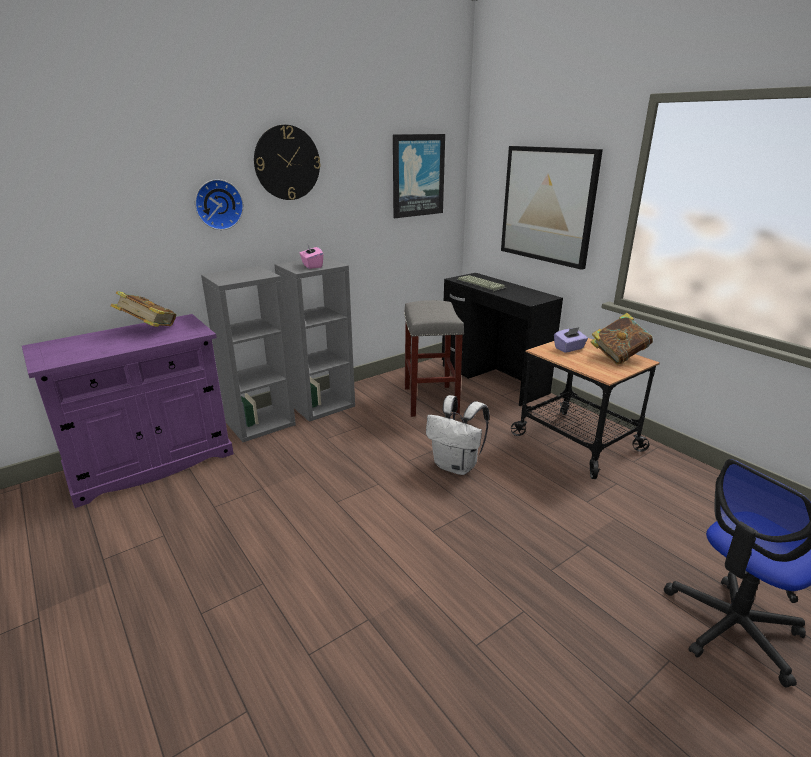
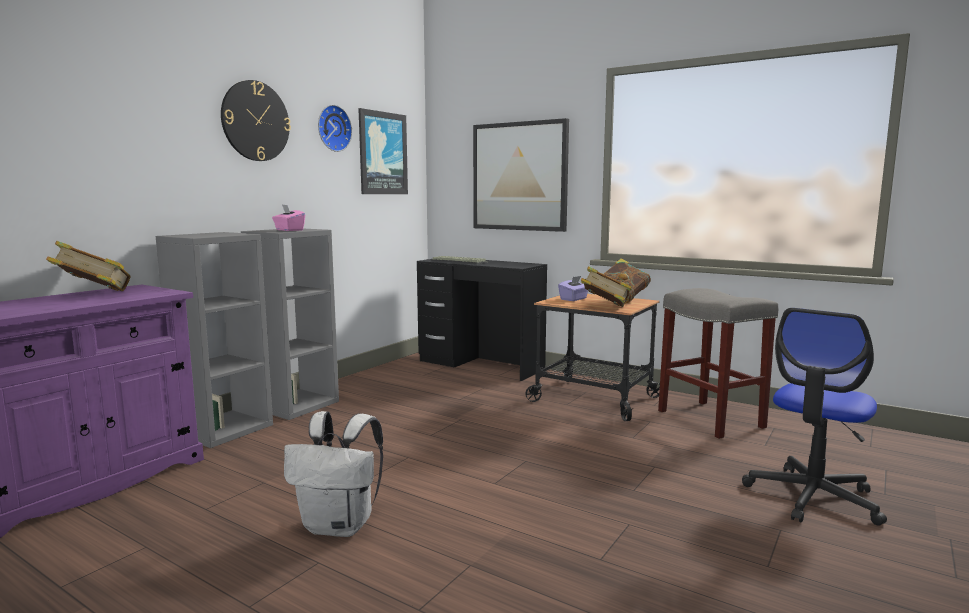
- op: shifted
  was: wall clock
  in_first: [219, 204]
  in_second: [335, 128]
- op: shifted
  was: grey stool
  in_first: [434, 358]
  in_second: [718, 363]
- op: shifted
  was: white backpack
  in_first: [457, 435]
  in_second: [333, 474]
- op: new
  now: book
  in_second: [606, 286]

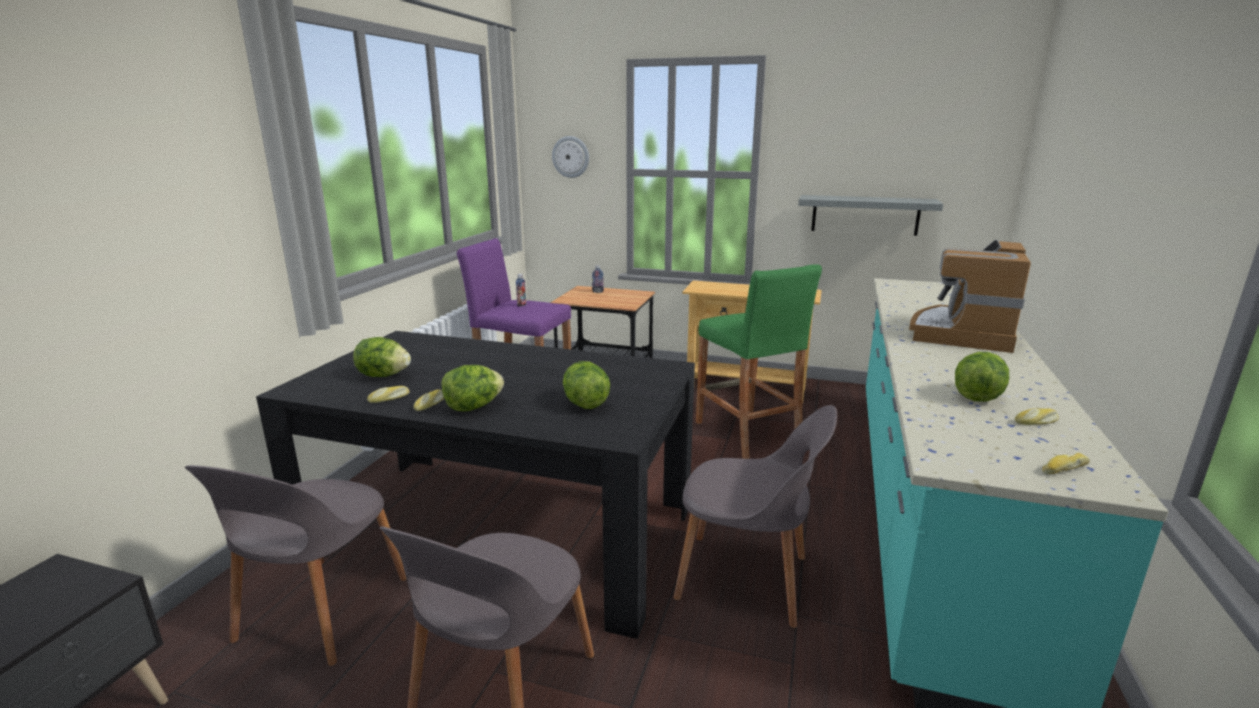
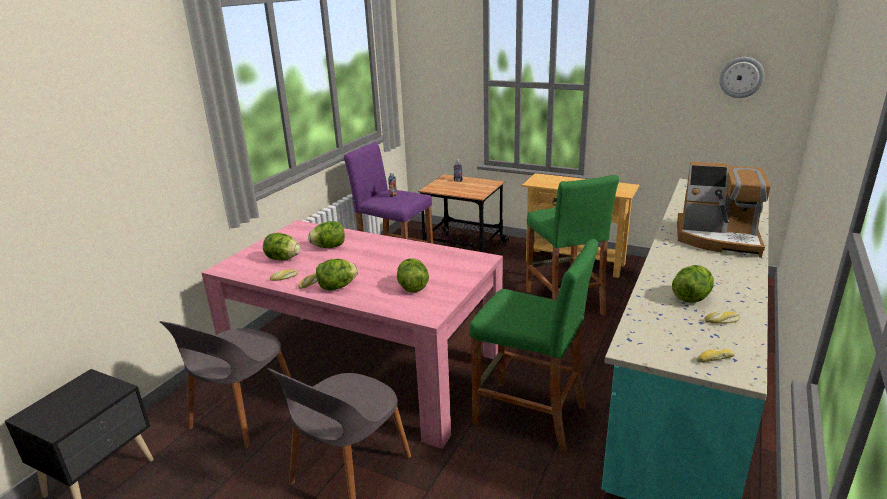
- op: shifted
  was: wall clock
  in_first: [570, 157]
  in_second: [741, 77]
- op: gone
  was: grey shelf
  in_first: [870, 215]
- op: rotated
  was: coffee machine
  in_first: [970, 296]
  in_second: [723, 209]
  clockwise: -105
- op: repainted
  was: black dining table
  now: pink dining table
  in_first: [475, 485]
  in_second: [352, 334]
- op: swapped
  was: grey chair
  now: green stool
  in_first: [755, 516]
  in_second: [533, 345]
- op: new
  now: lettuce
  in_second: [326, 234]

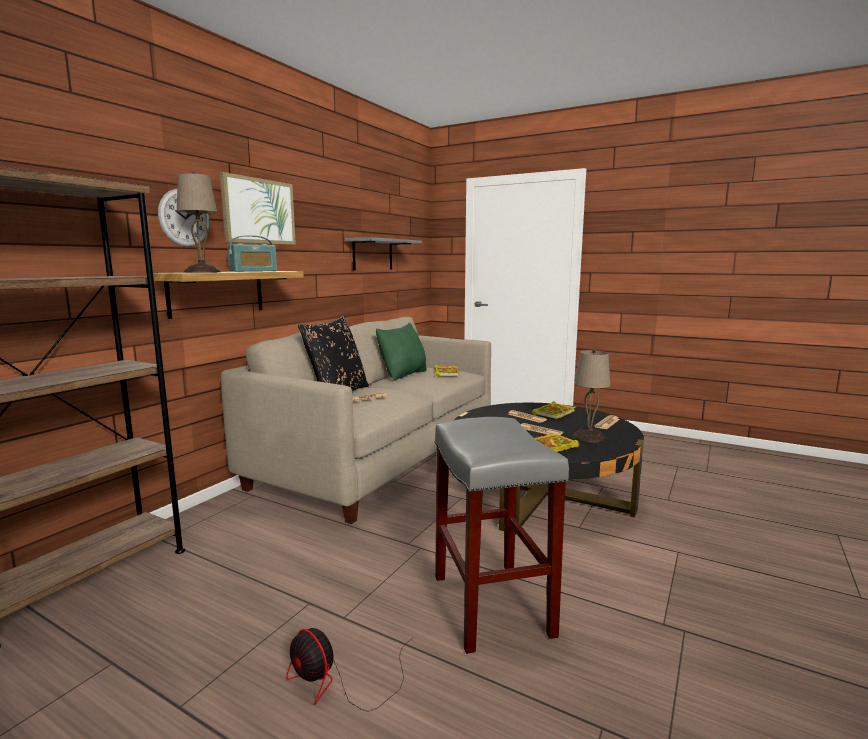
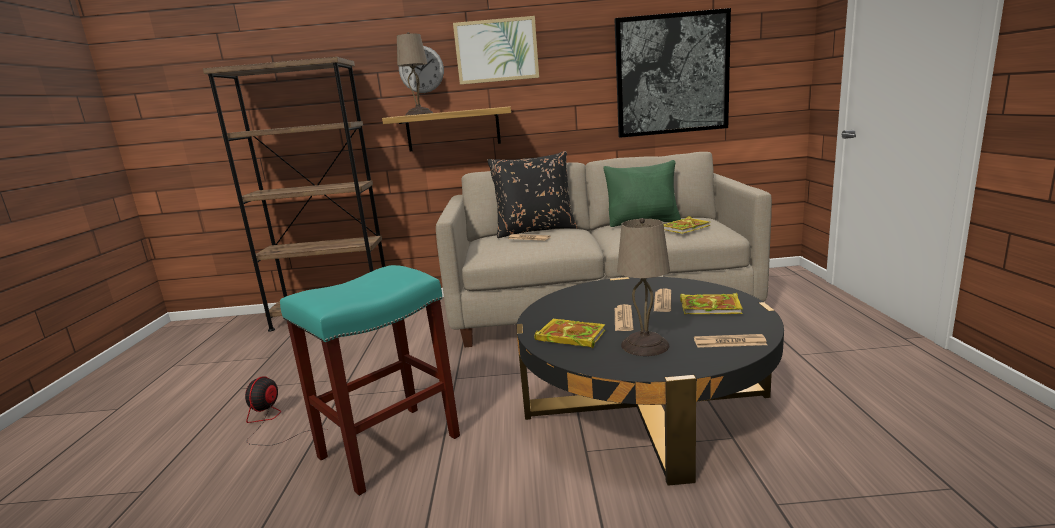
- op: gone
  was: radio
  in_first: [252, 253]
- op: swapped
  was: grey shelf
  now: picture
  in_first: [383, 253]
  in_second: [672, 73]
- op: repainted
  was: grey stool
  now: turquoise stool
  in_first: [502, 535]
  in_second: [370, 380]

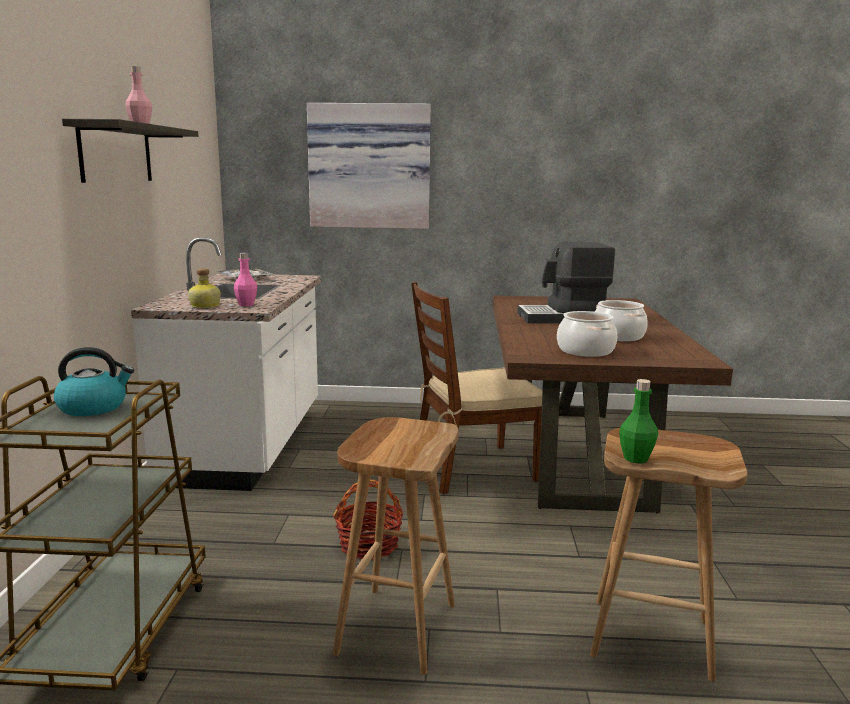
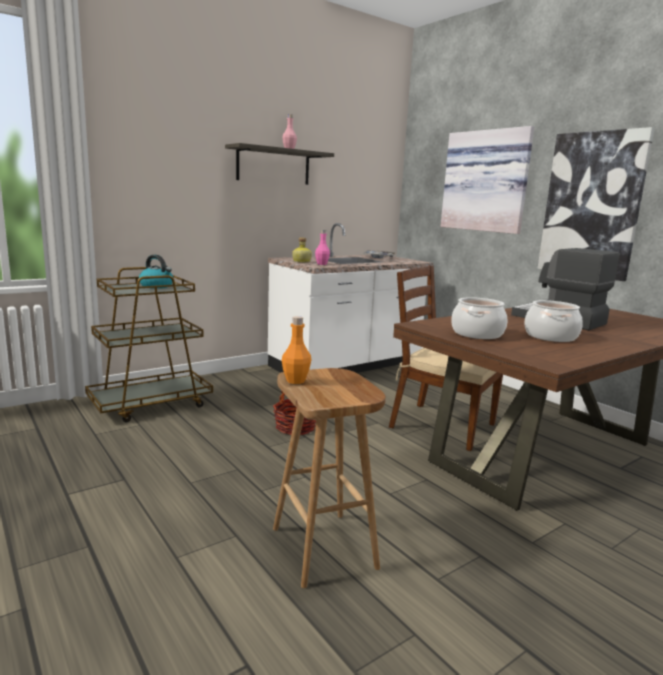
- op: repainted
  was: green bottle
  now: orange bottle
  in_first: [638, 421]
  in_second: [296, 350]
- op: gone
  was: brown stool
  in_first: [396, 546]
- op: new
  now: picture
  in_second: [596, 204]

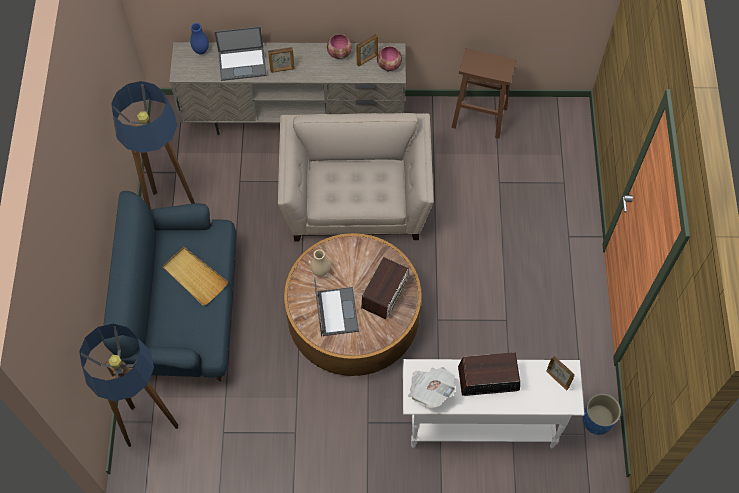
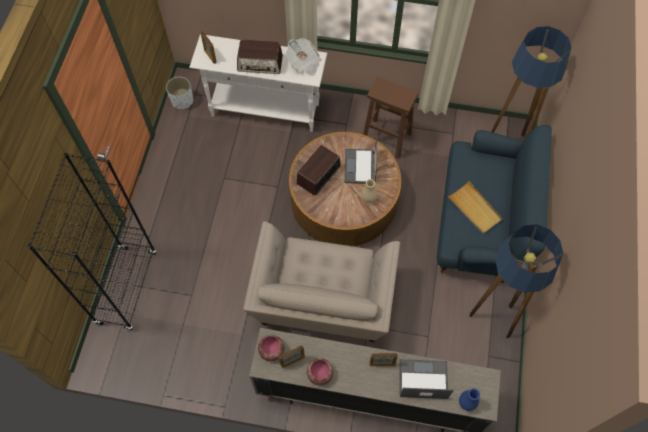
- op: shifted
  was: brown stool
  in_first: [483, 93]
  in_second: [391, 118]
- op: repainted
  was: blue planter
  now: white planter
  in_first: [602, 414]
  in_second: [179, 93]
- op: new
  now: black bookcase
  in_second: [92, 242]

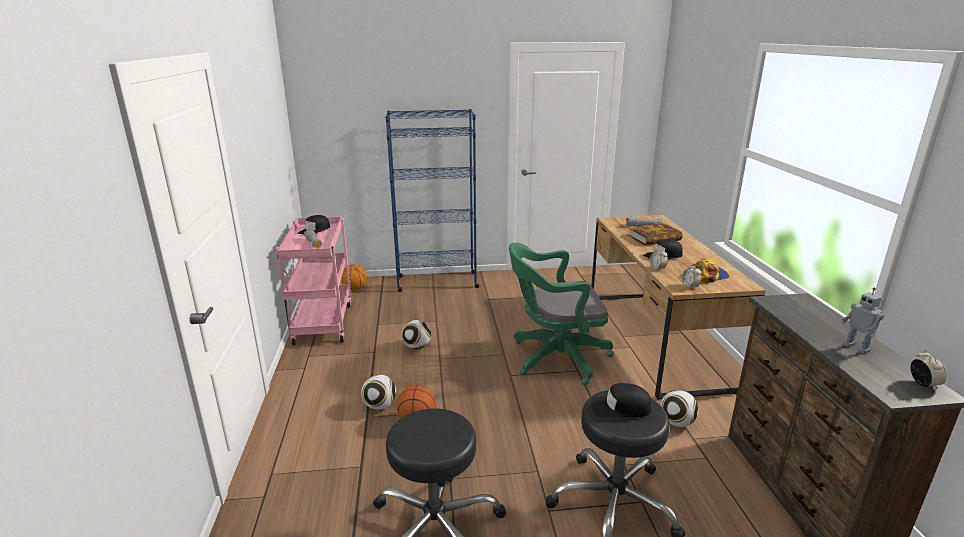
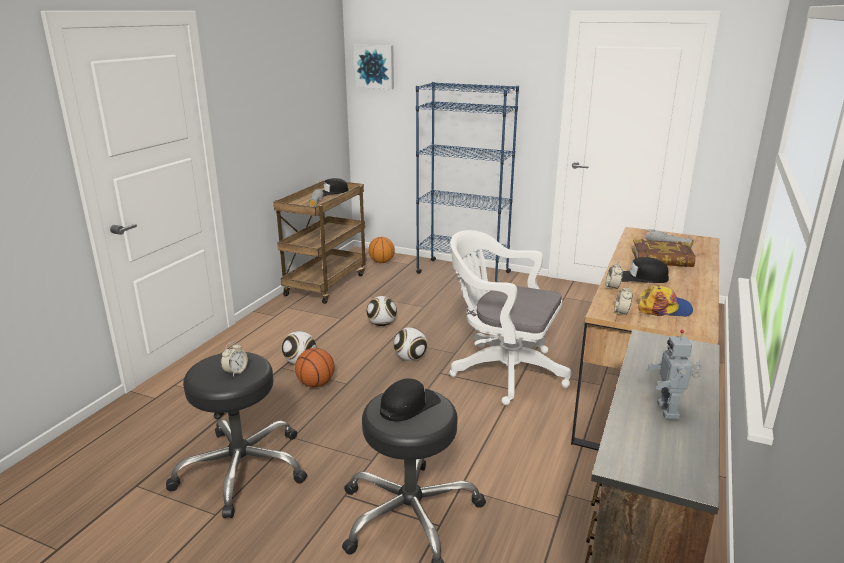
- op: repainted
  was: pink cart
  now: brown cart
  in_first: [313, 280]
  in_second: [319, 242]
- op: repainted
  was: green office chair
  now: white office chair
  in_first: [561, 314]
  in_second: [510, 317]
- op: shifted
  was: alarm clock
  in_first: [929, 370]
  in_second: [234, 359]
- op: rotated
  was: black cap
  in_first: [621, 400]
  in_second: [410, 400]
  clockwise: 105
- op: shifted
  was: football
  in_first: [679, 408]
  in_second: [410, 344]
- op: new
  now: picture
  in_second: [374, 67]

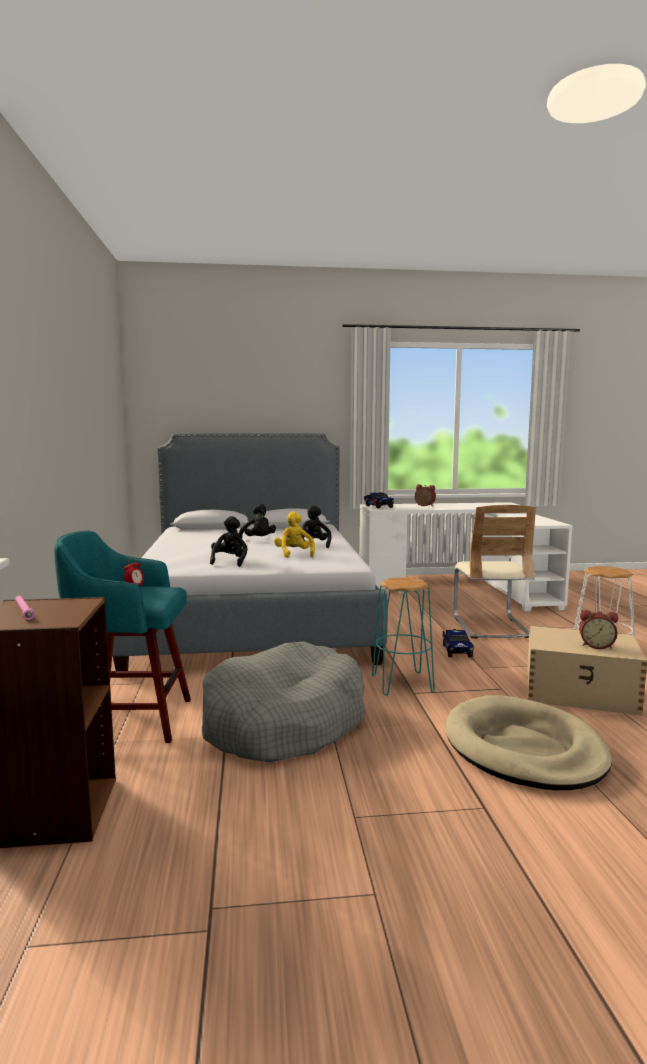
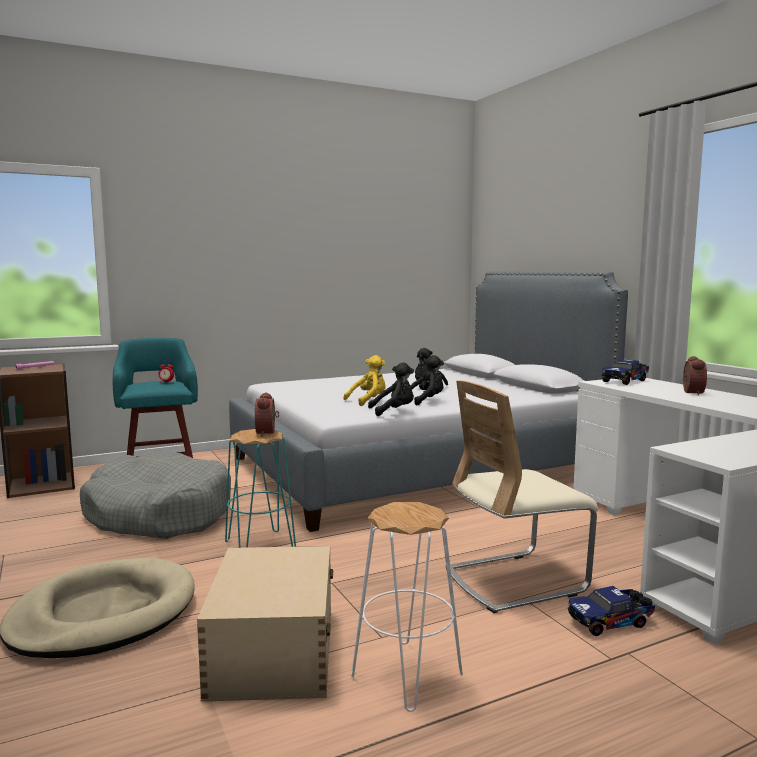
- op: shifted
  was: black plush toy
  in_first: [229, 541]
  in_second: [391, 389]
- op: shifted
  was: alarm clock
  in_first: [598, 629]
  in_second: [267, 414]
- op: shifted
  was: toy truck
  in_first: [458, 643]
  in_second: [611, 611]

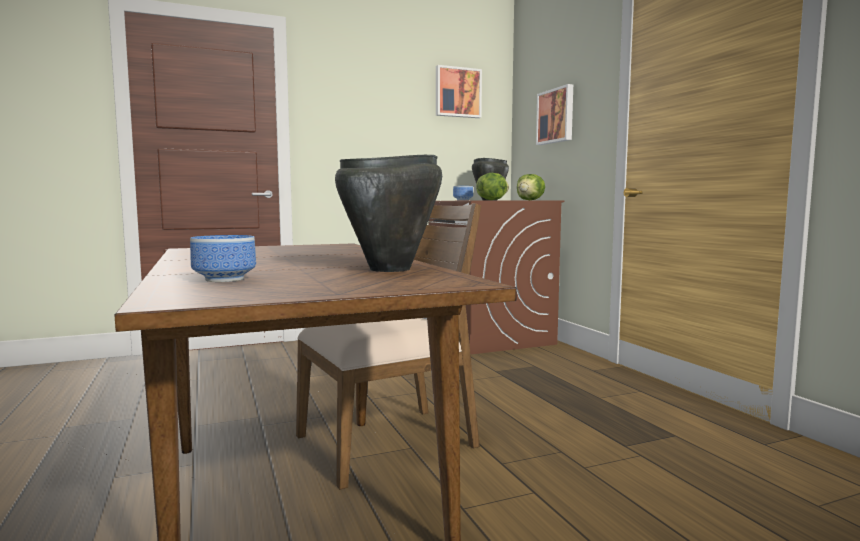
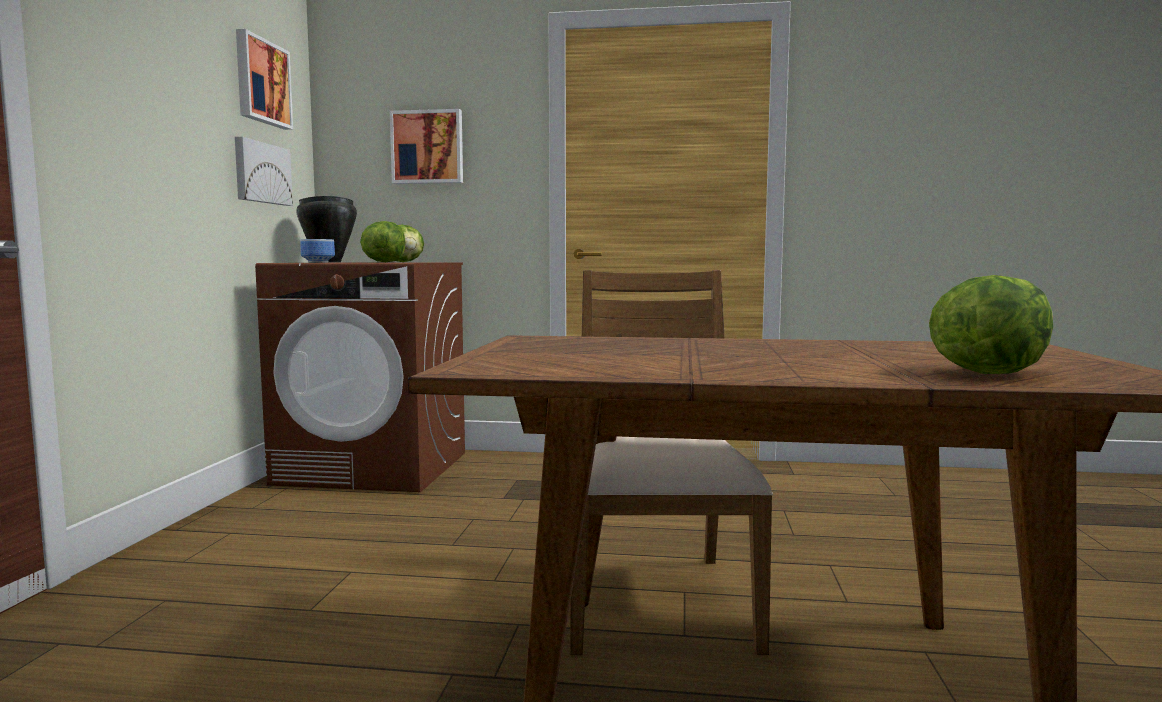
- op: gone
  was: black cooking pot
  in_first: [388, 213]
- op: swapped
  was: bowl
  now: lettuce
  in_first: [223, 258]
  in_second: [991, 324]
- op: new
  now: picture
  in_second: [264, 171]

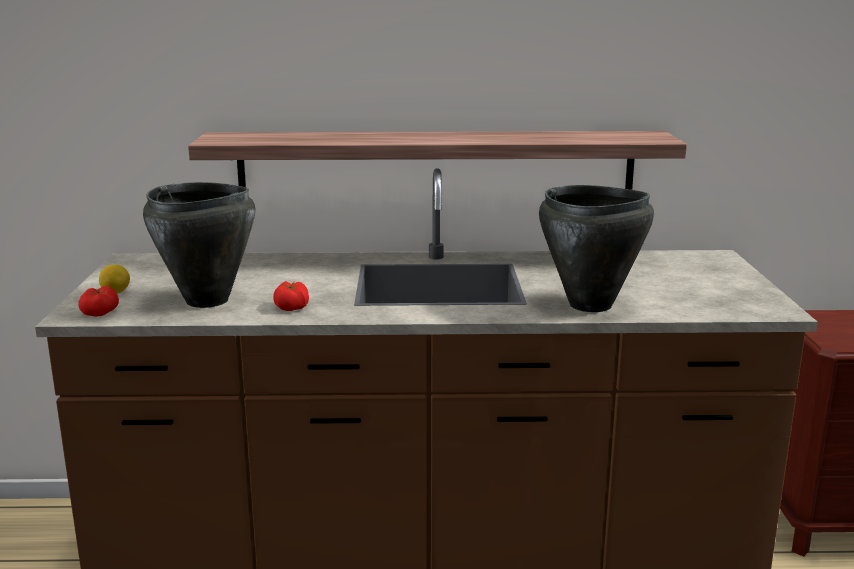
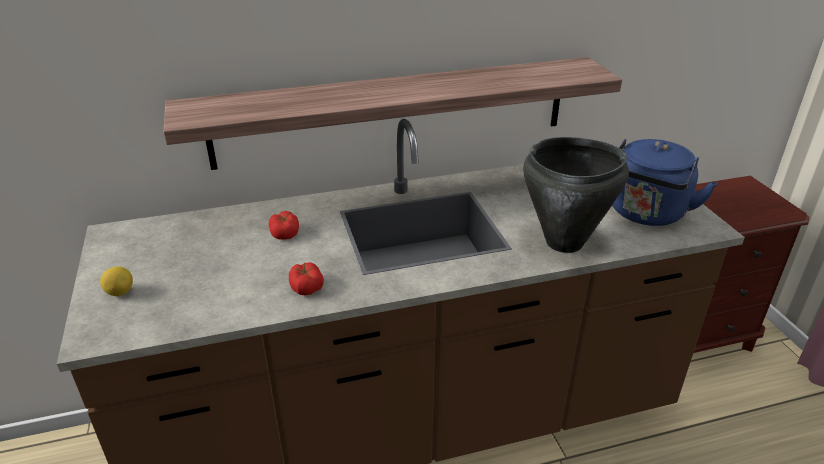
- op: gone
  was: black cooking pot
  in_first: [199, 245]
- op: shifted
  was: tomato
  in_first: [98, 301]
  in_second: [284, 225]
- op: new
  now: blue kettle
  in_second: [665, 182]

